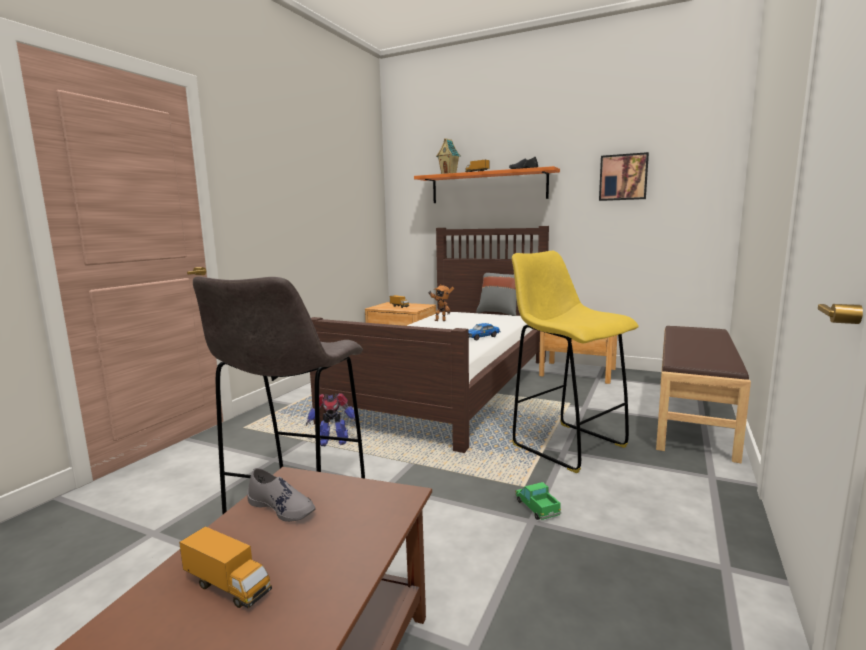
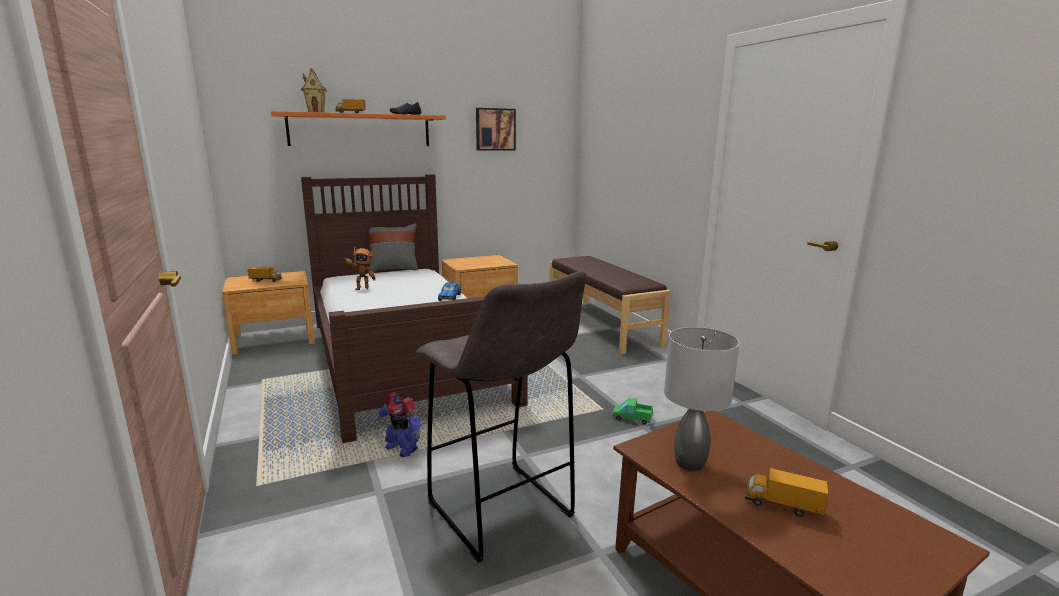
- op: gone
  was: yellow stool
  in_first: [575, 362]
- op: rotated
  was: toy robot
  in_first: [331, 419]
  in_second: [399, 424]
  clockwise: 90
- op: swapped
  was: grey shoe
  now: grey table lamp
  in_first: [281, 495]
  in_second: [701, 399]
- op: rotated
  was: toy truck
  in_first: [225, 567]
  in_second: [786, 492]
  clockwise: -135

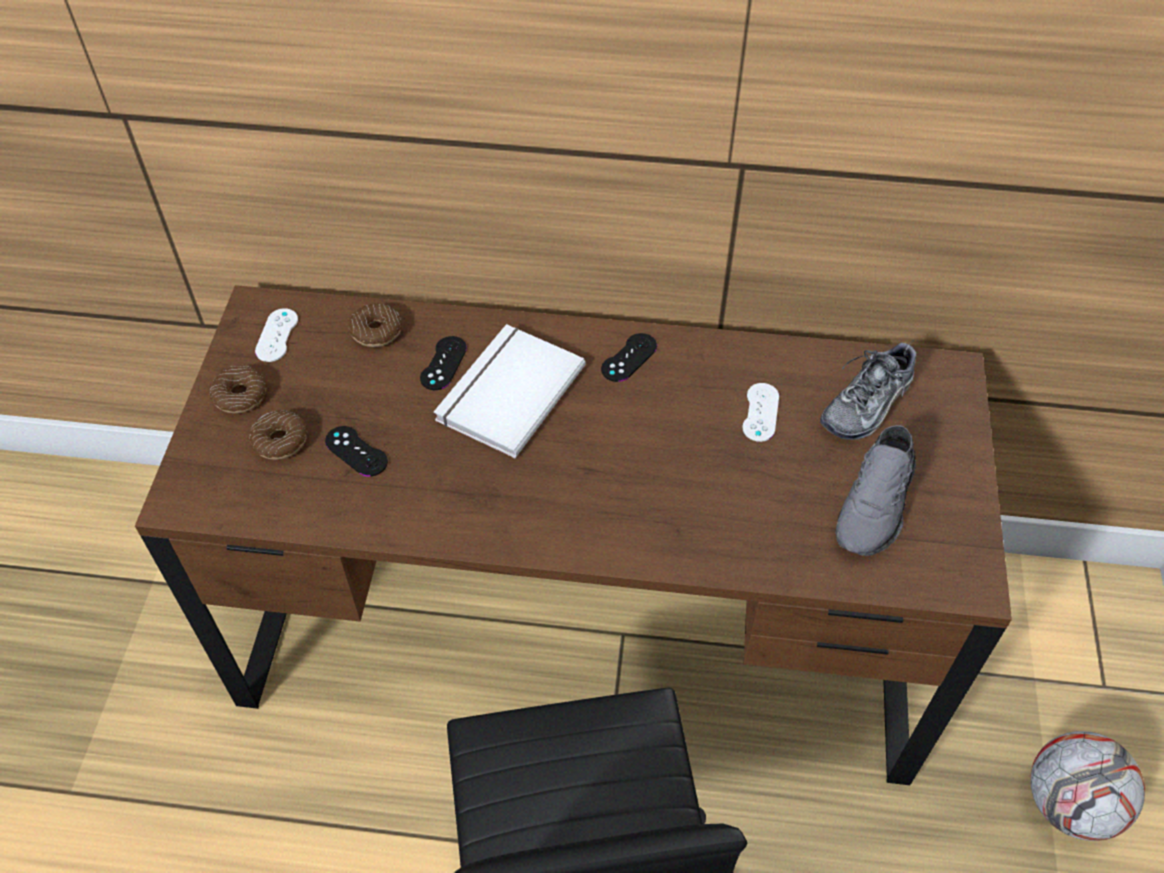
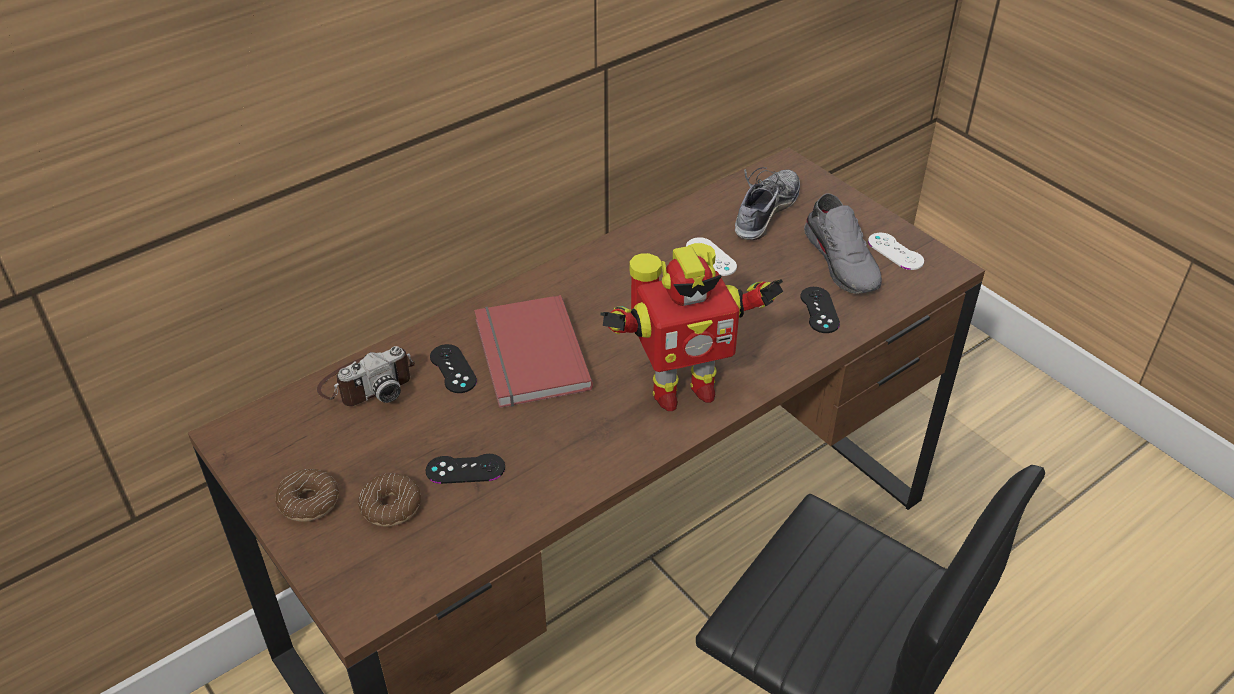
- op: swapped
  was: donut
  now: photo camera
  in_first: [375, 325]
  in_second: [366, 376]
- op: shifted
  was: white game controller
  in_first: [276, 335]
  in_second: [896, 251]
- op: repainted
  was: white book
  now: red book
  in_first: [509, 391]
  in_second: [533, 351]
- op: shifted
  was: black game controller
  in_first: [629, 357]
  in_second: [820, 310]
- op: rotated
  was: shoe
  in_first: [868, 391]
  in_second: [767, 203]
  clockwise: -150
- op: gone
  was: football
  in_first: [1087, 786]
- op: new
  now: toy robot
  in_second: [691, 327]

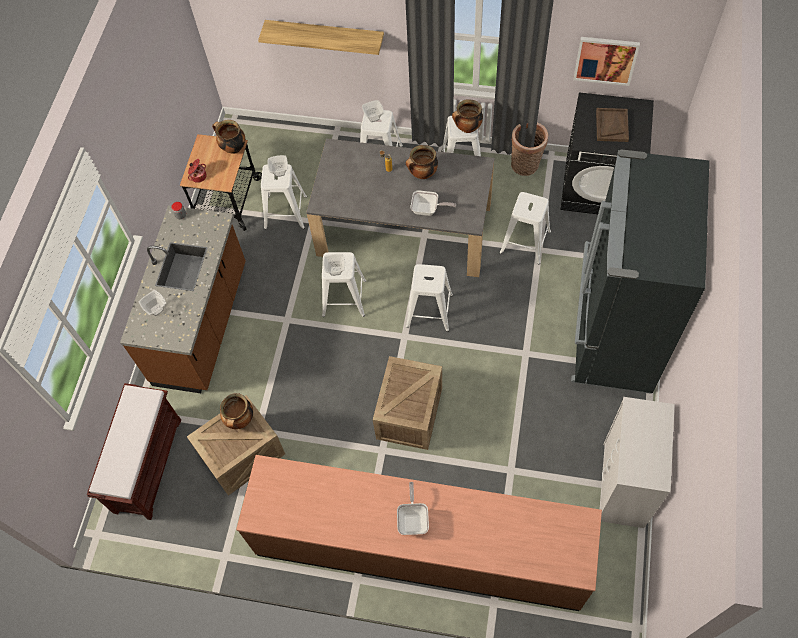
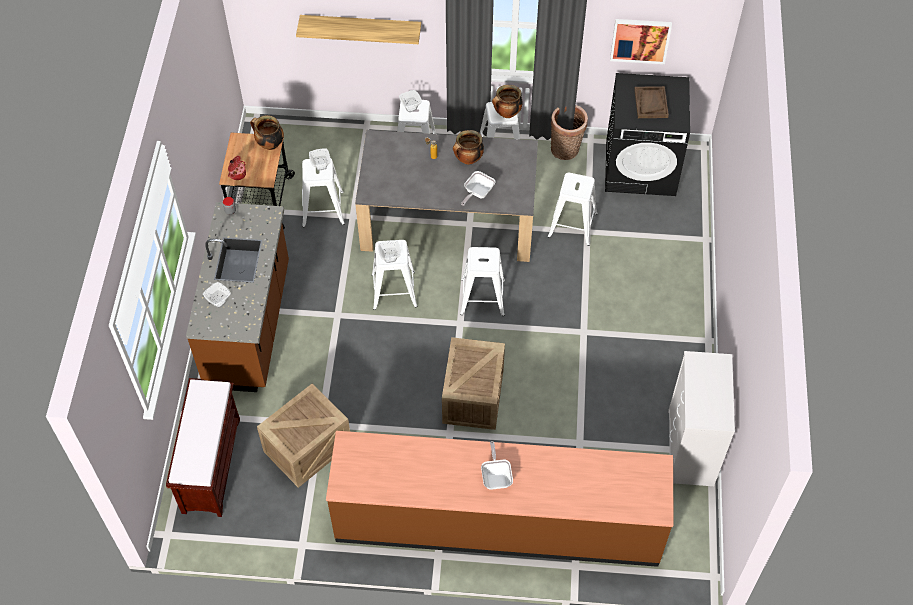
- op: gone
  was: black fridge
  in_first: [640, 271]
- op: rotated
  was: frying pan
  in_first: [433, 203]
  in_second: [478, 188]
  clockwise: 120
- op: gone
  was: cooking pot
  in_first: [236, 411]

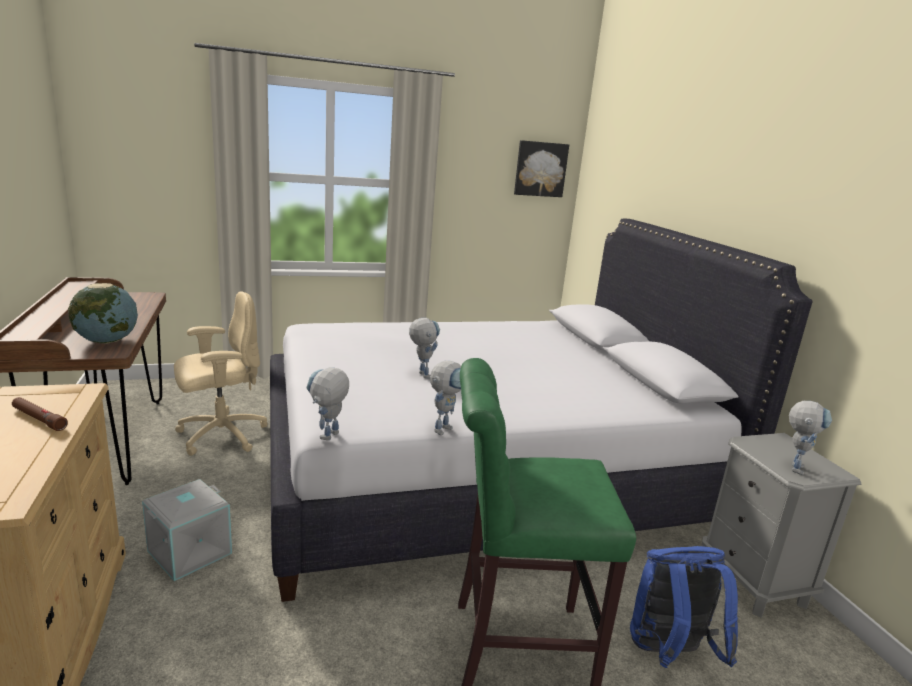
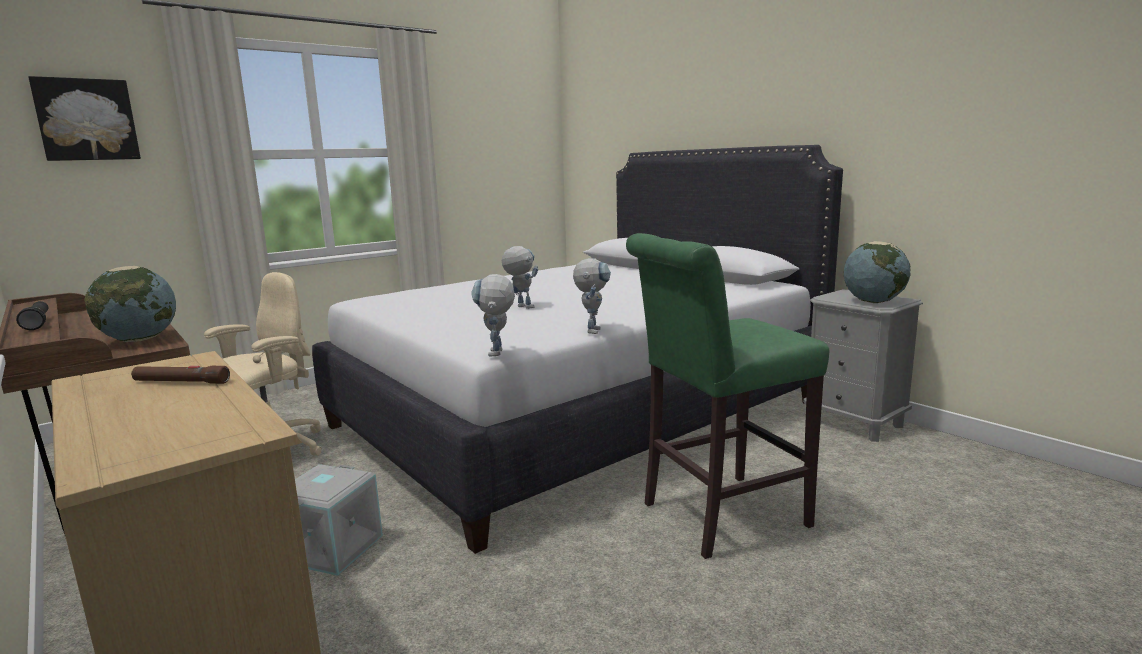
- op: shifted
  was: picture
  in_first: [541, 168]
  in_second: [84, 118]
- op: swapped
  was: toy robot
  now: globe
  in_first: [810, 438]
  in_second: [877, 272]
- op: gone
  was: blue backpack
  in_first: [684, 607]
- op: new
  now: black flashlight
  in_second: [32, 315]

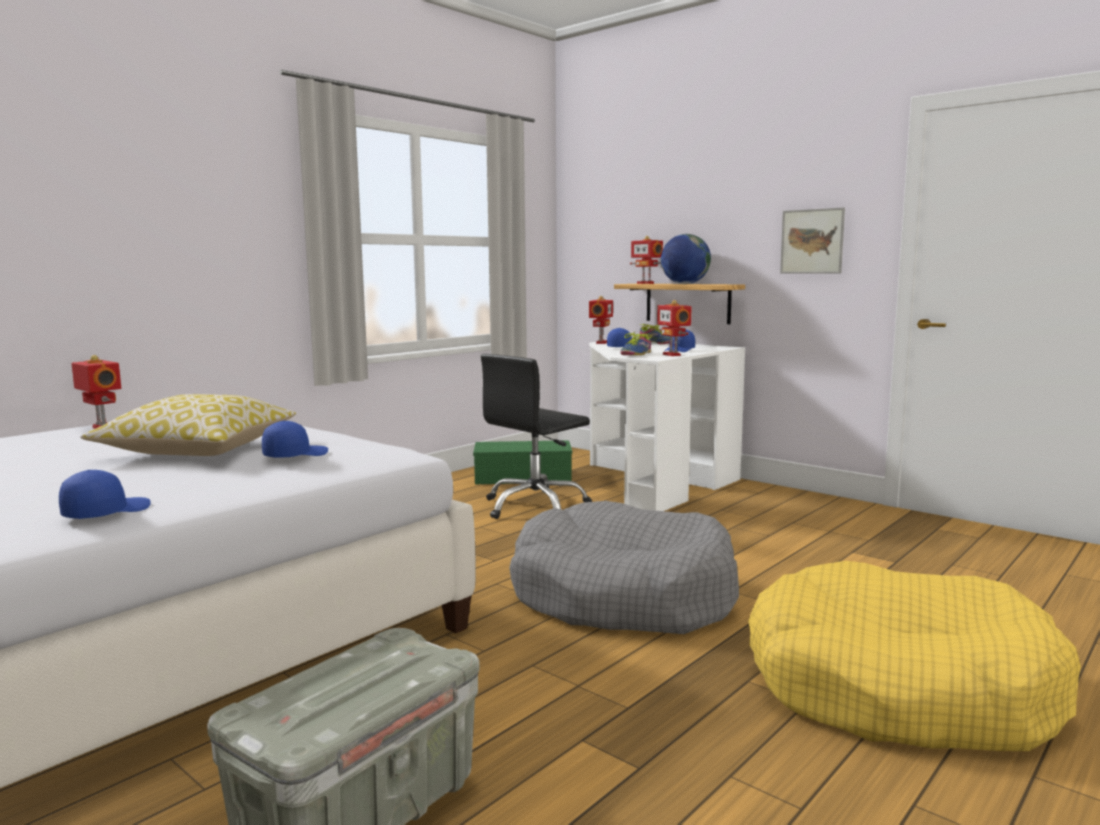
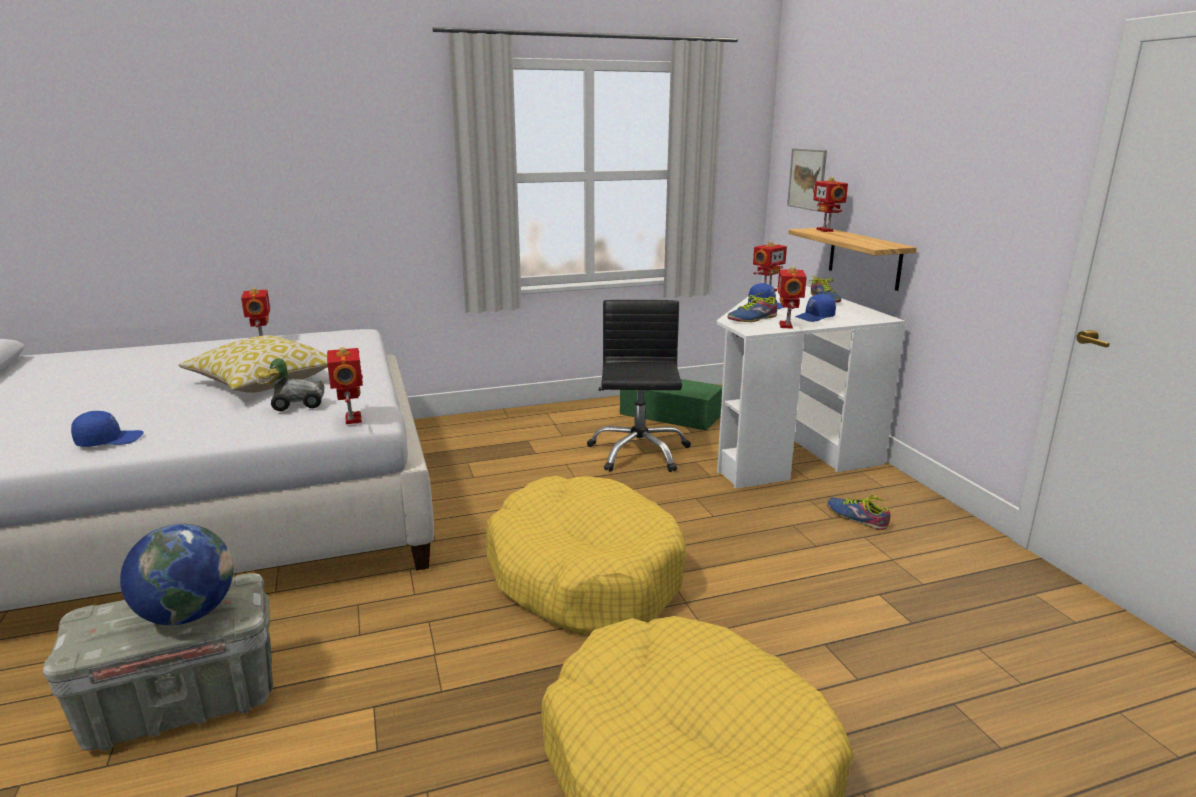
- op: shifted
  was: picture
  in_first: [812, 240]
  in_second: [807, 180]
- op: shifted
  was: globe
  in_first: [686, 259]
  in_second: [176, 574]
- op: rotated
  was: black office chair
  in_first: [536, 436]
  in_second: [639, 386]
  clockwise: 105
- op: swapped
  was: blue cap
  now: toy car
  in_first: [295, 439]
  in_second: [290, 384]
- op: repainted
  was: grey dog bed
  now: yellow dog bed
  in_first: [624, 567]
  in_second: [586, 555]
- op: new
  now: toy robot
  in_second: [345, 385]
- op: new
  now: shoe
  in_second: [858, 512]

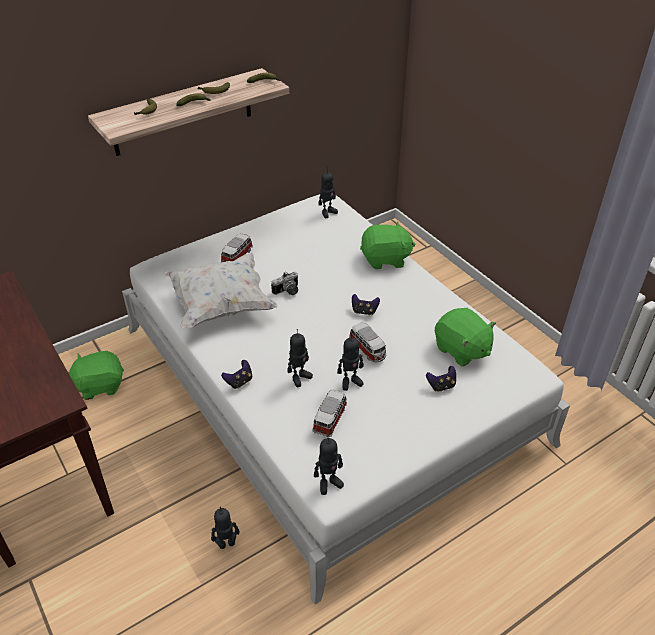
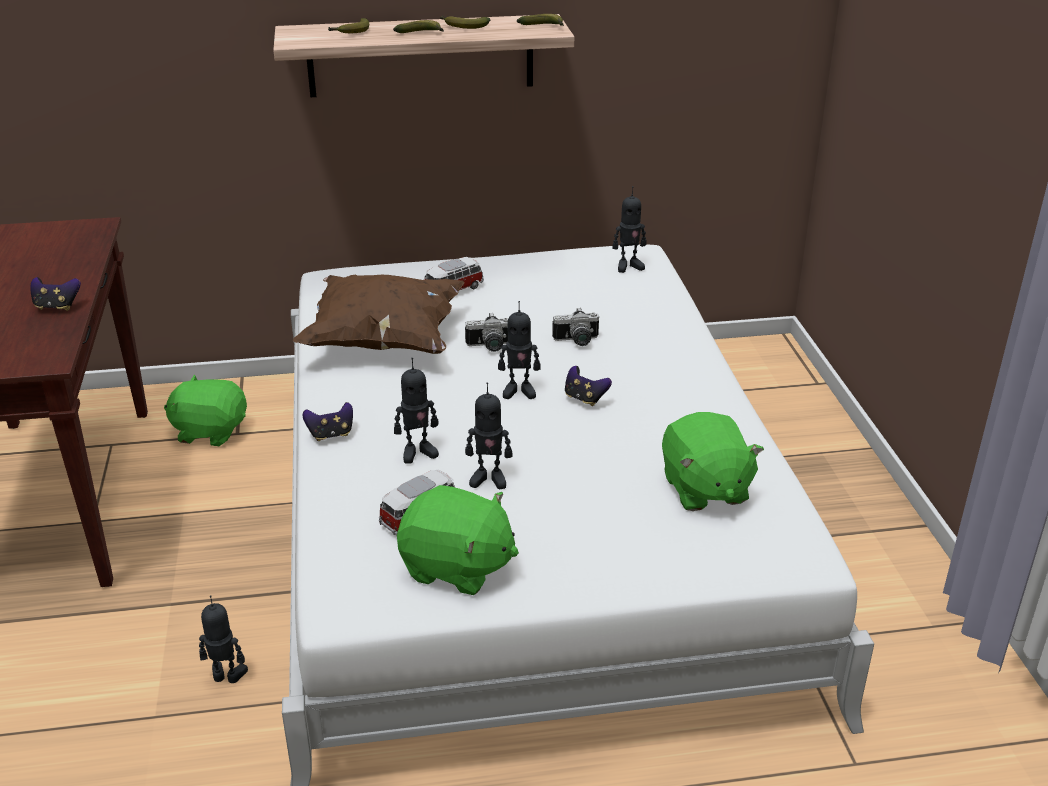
- op: shifted
  was: green plush toy
  in_first: [388, 245]
  in_second: [458, 540]
- op: repainted
  was: white pillow
  now: brown pillow
  in_first: [221, 290]
  in_second: [378, 314]
- op: gone
  was: toy car
  in_first: [367, 342]
- op: shifted
  was: game controller
  in_first: [441, 379]
  in_second: [55, 294]
- op: shifted
  was: toy robot
  in_first: [329, 465]
  in_second: [519, 350]
- op: new
  now: photo camera
  in_second: [575, 326]

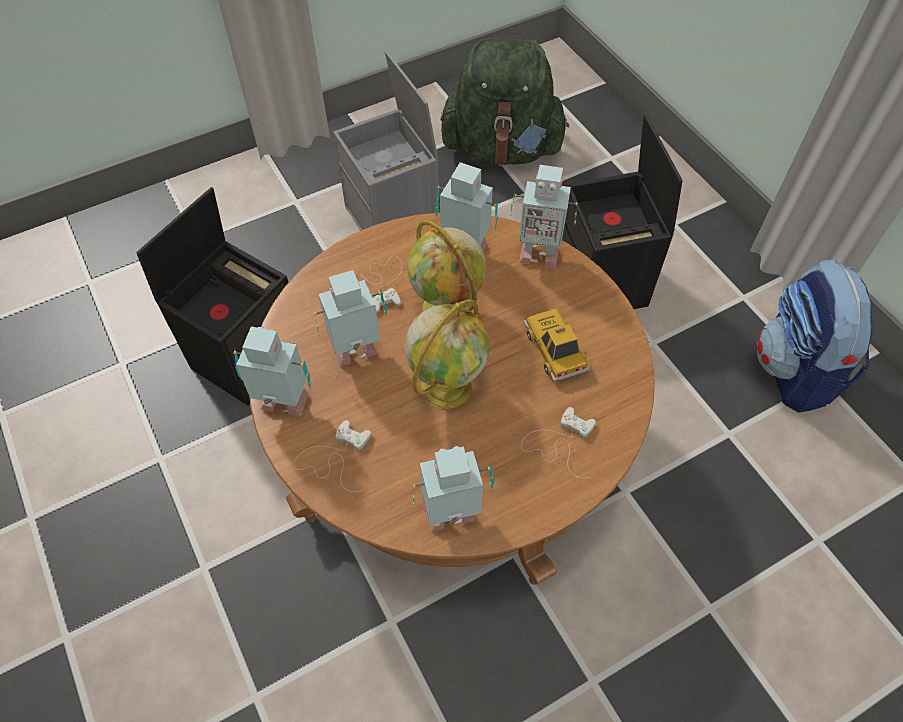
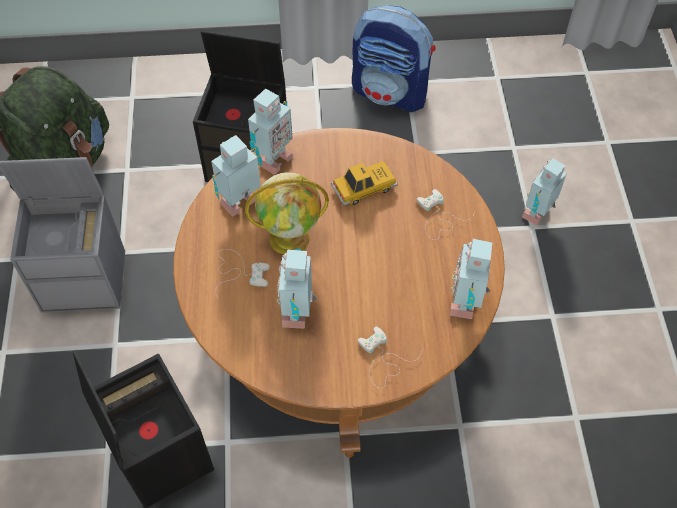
- op: gone
  was: globe
  in_first: [447, 354]
- op: rotated
  was: toy car
  in_first: [556, 345]
  in_second: [364, 183]
  clockwise: 150
- op: shifted
  was: toy robot
  in_first: [272, 371]
  in_second: [544, 192]

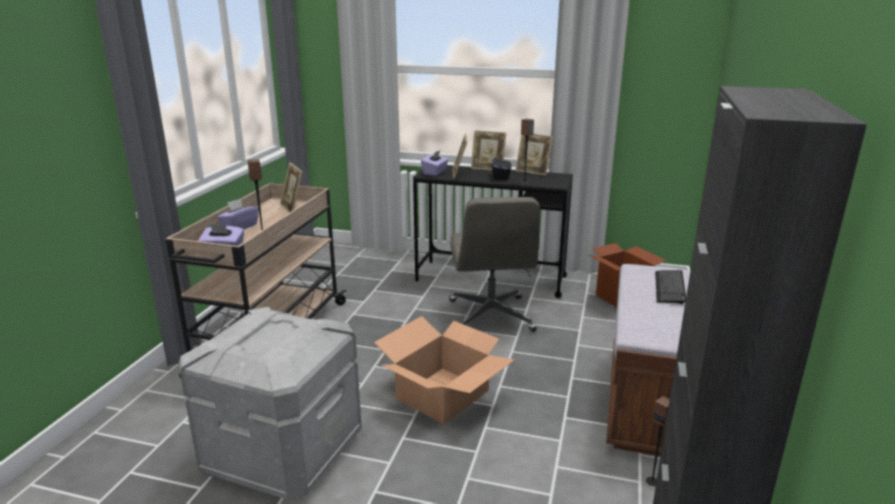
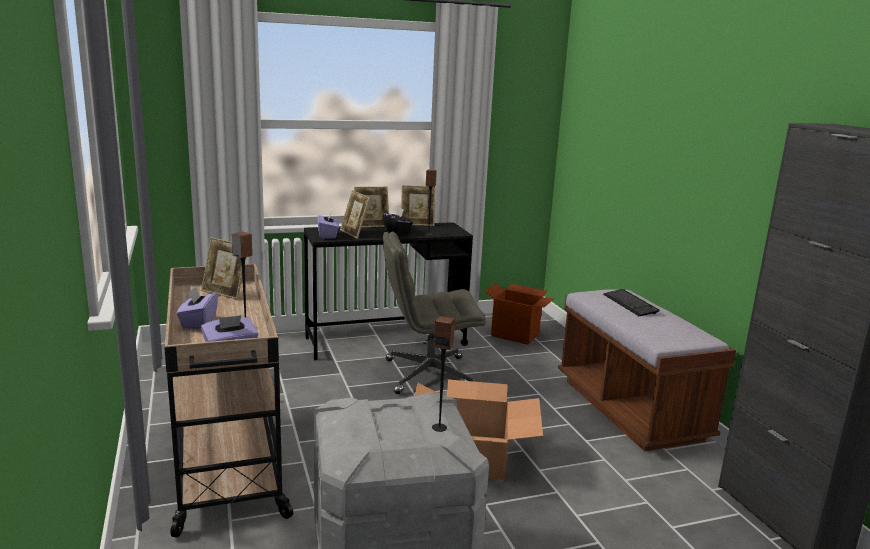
- op: rotated
  was: grey office chair
  in_first: [494, 264]
  in_second: [434, 313]
  clockwise: 120
- op: shifted
  was: speaker
  in_first: [658, 441]
  in_second: [443, 374]

